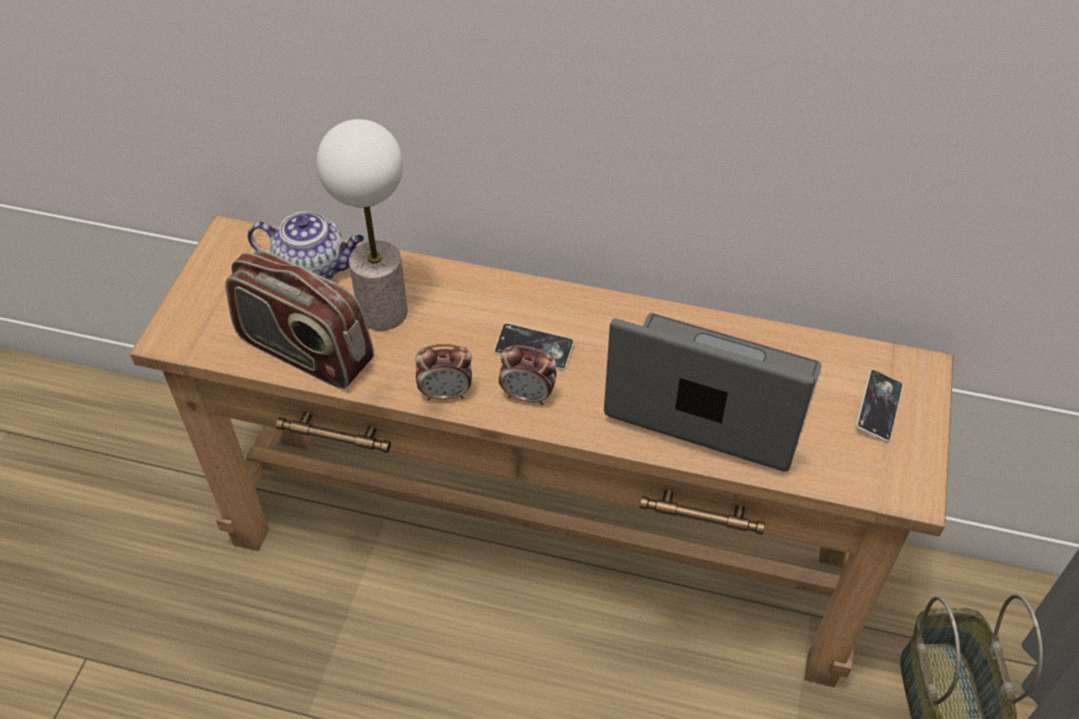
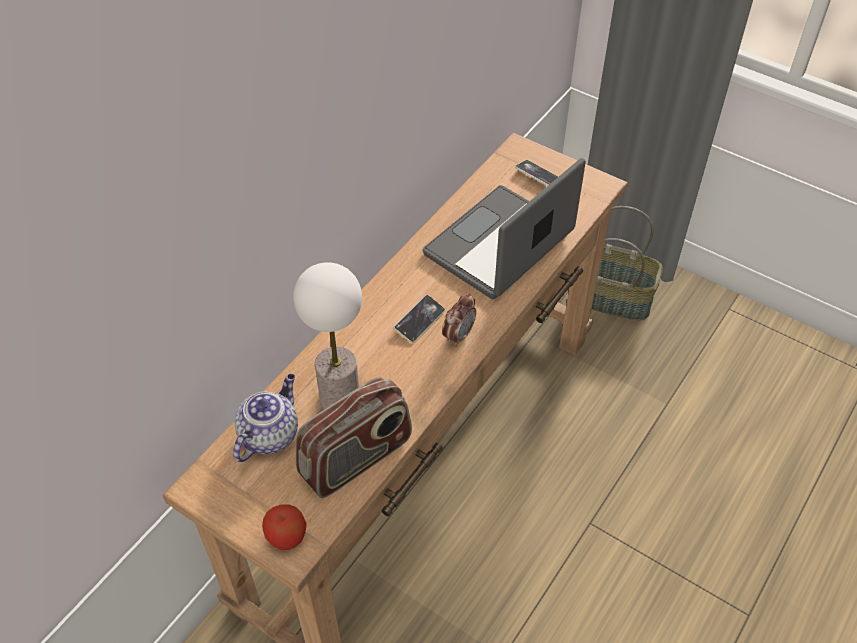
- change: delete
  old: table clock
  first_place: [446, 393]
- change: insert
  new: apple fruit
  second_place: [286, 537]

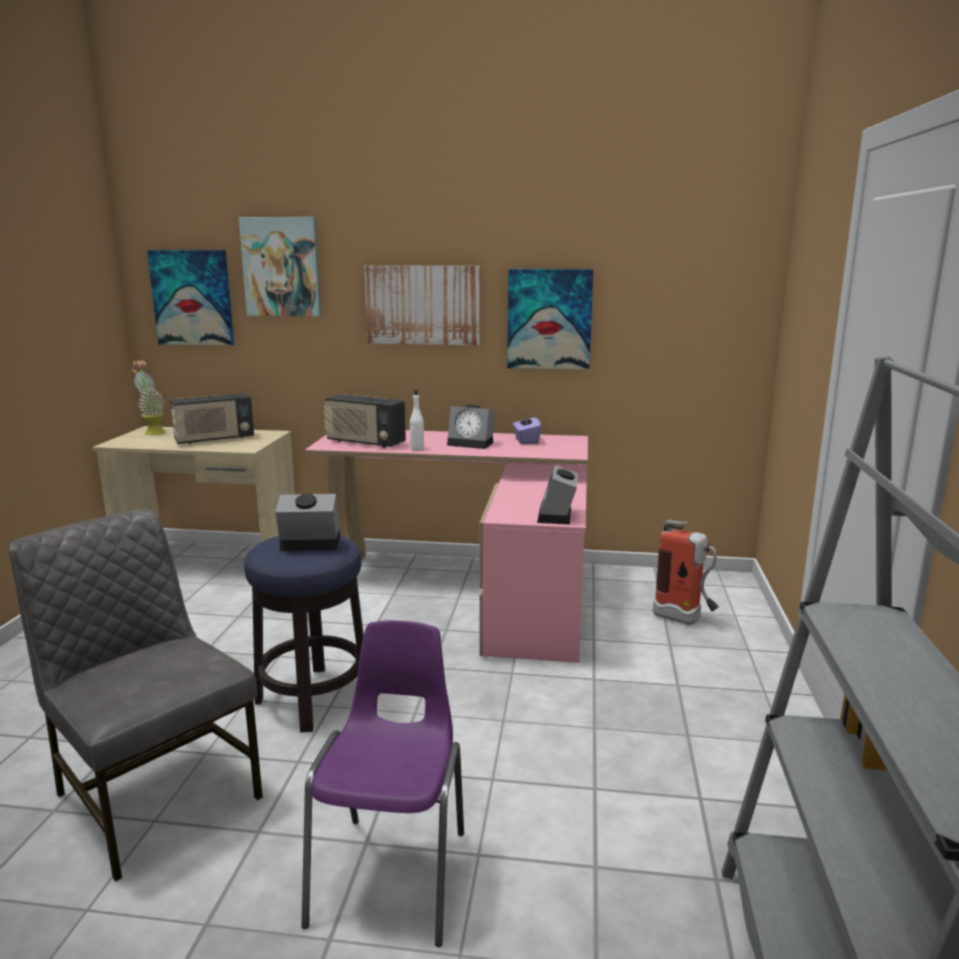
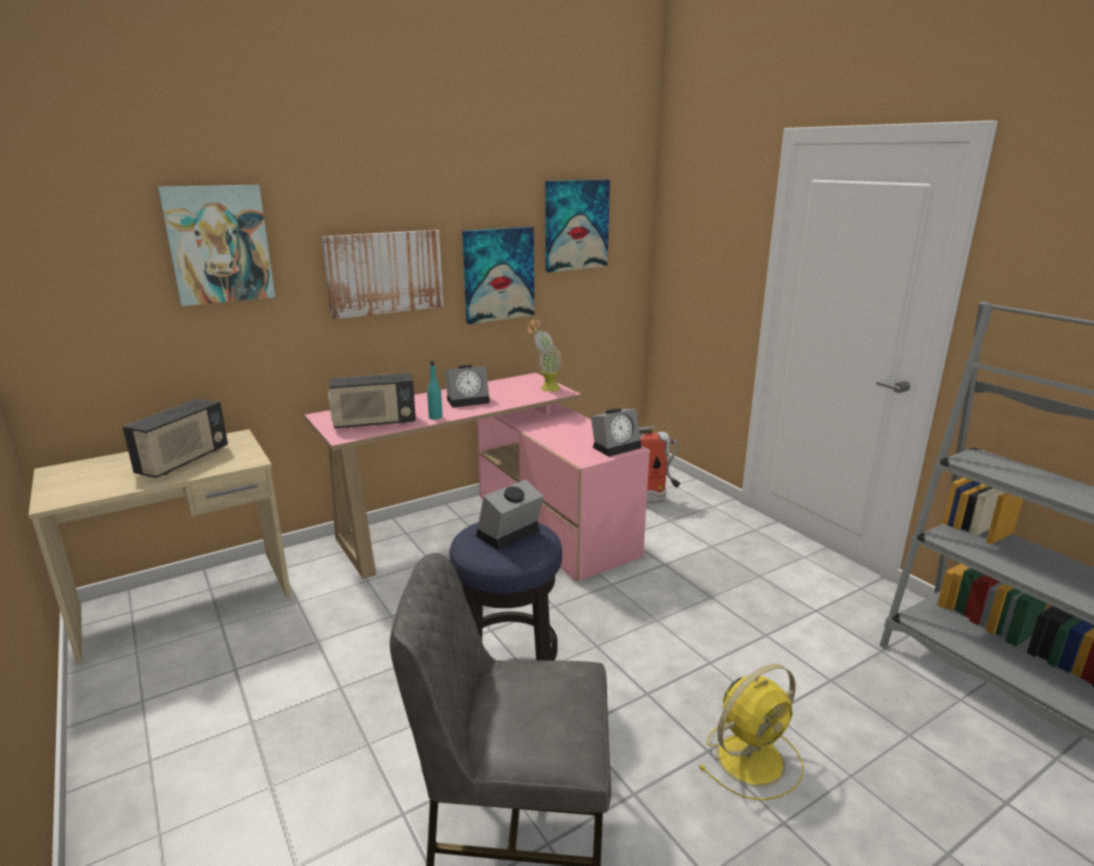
- change: delete
  old: box of tissues/purplish
  first_place: [526, 440]
- change: move
  old: houseplant
  first_place: [152, 432]
  second_place: [545, 388]
- change: move
  old: wall art
  first_place: [192, 298]
  second_place: [576, 225]
- change: replace
  old: upright chair/purplish
  new: fan/yellowish
  first_place: [393, 874]
  second_place: [752, 758]
- change: recolor
  old: beverage bottle/white-coloured
  new: beverage bottle/blue-green
  first_place: [417, 448]
  second_place: [435, 417]
- change: rotate
  old: table clock
  first_place: [557, 516]
  second_place: [616, 446]
  degrees: -90

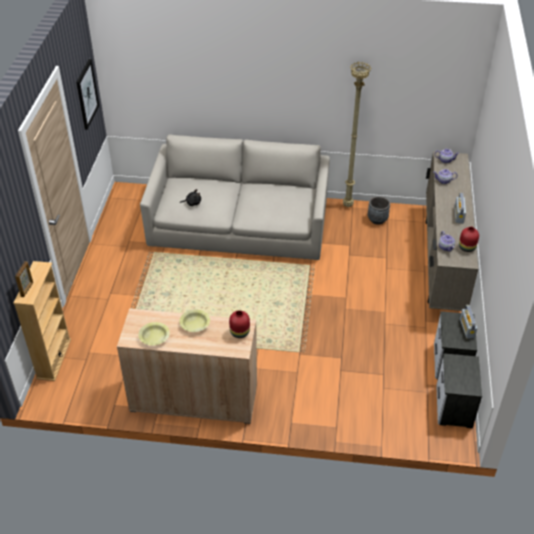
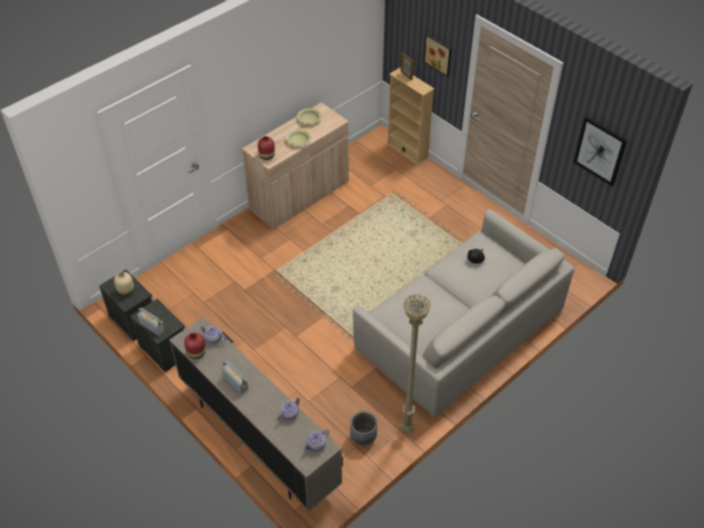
- change: insert
  new: vase/beige-coloured
  second_place: [126, 290]
- change: insert
  new: wall art
  second_place: [438, 54]

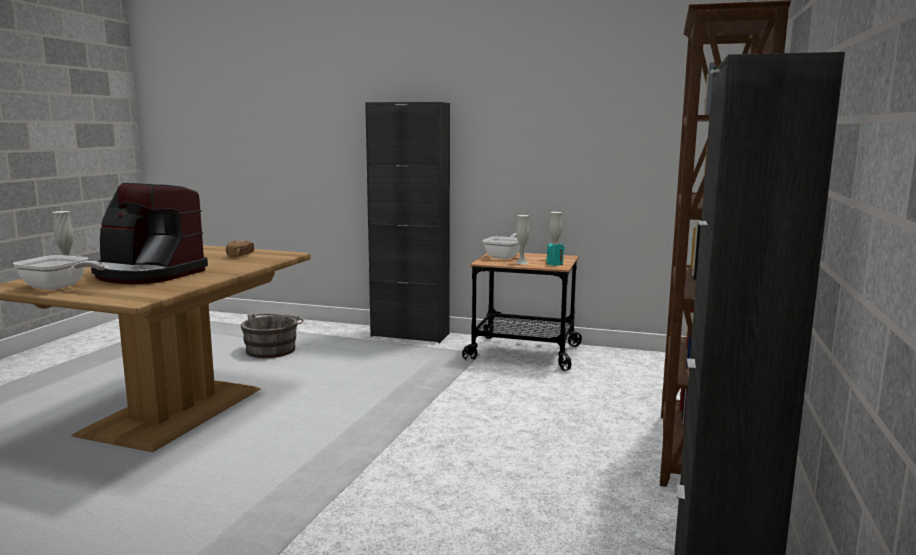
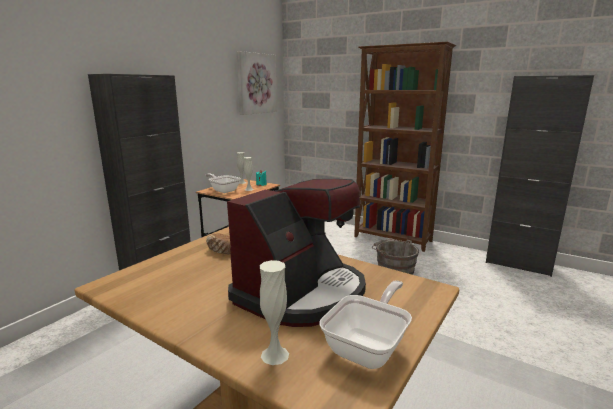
- change: insert
  new: wall art
  second_place: [256, 83]
- change: move
  old: water bucket/greyish
  first_place: [273, 350]
  second_place: [393, 268]

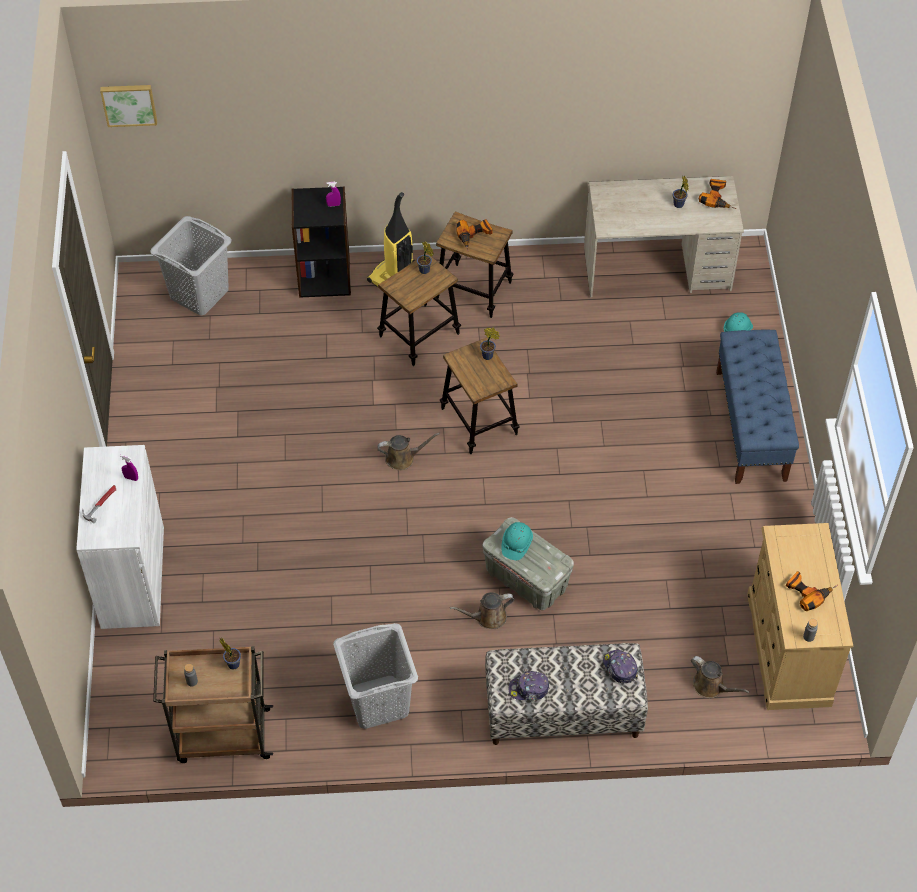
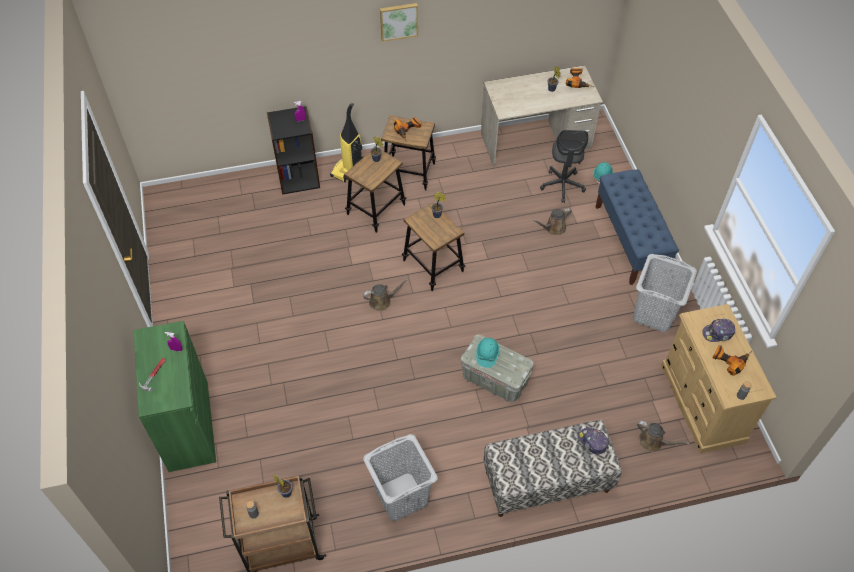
- change: insert
  new: desk chair/greyish
  second_place: [562, 185]
- change: move
  old: wall art
  first_place: [129, 104]
  second_place: [398, 21]
- change: move
  old: laundry basket/greyish
  first_place: [200, 294]
  second_place: [654, 313]
- change: move
  old: watering can/brown
  first_place: [488, 617]
  second_place: [553, 228]
- change: move
  old: cap
  first_place: [529, 689]
  second_place: [718, 333]
- change: recolor
  old: cabinet/white-coloured
  new: cabinet/greenish
  first_place: [132, 577]
  second_place: [188, 425]

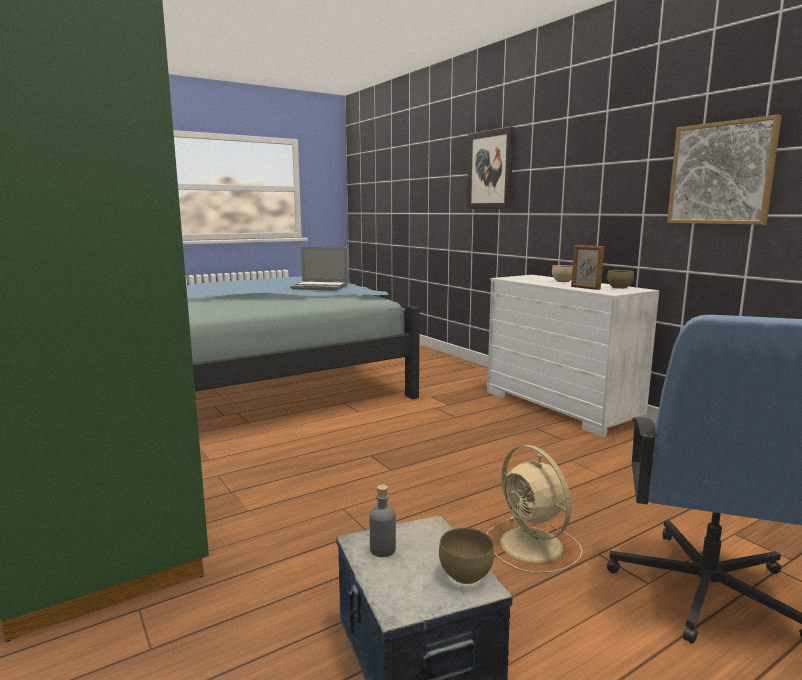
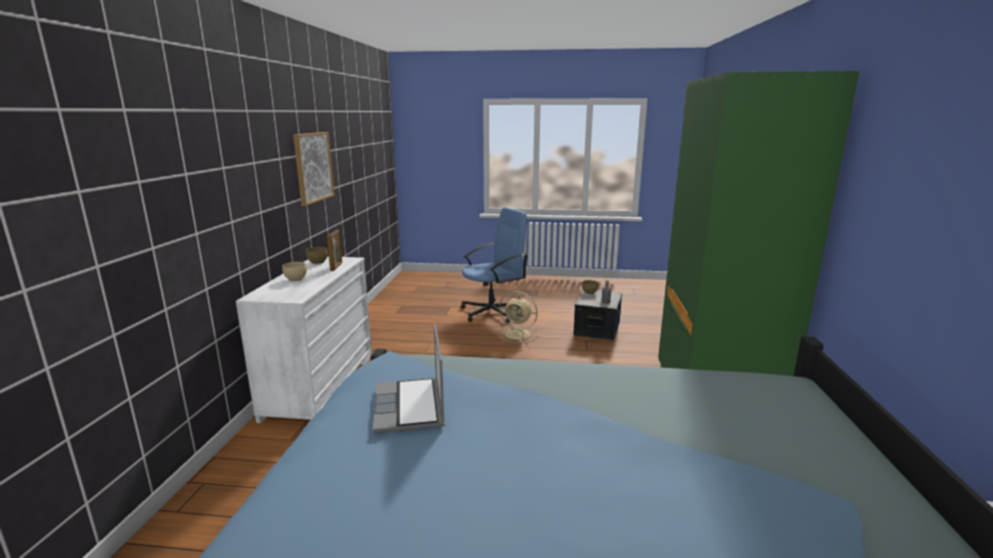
- change: delete
  old: wall art
  first_place: [490, 170]
- change: rotate
  old: notebook computer
  first_place: [320, 287]
  second_place: [410, 407]
  degrees: -150
- change: rotate
  old: fan/beige-coloured
  first_place: [533, 546]
  second_place: [519, 334]
  degrees: 105

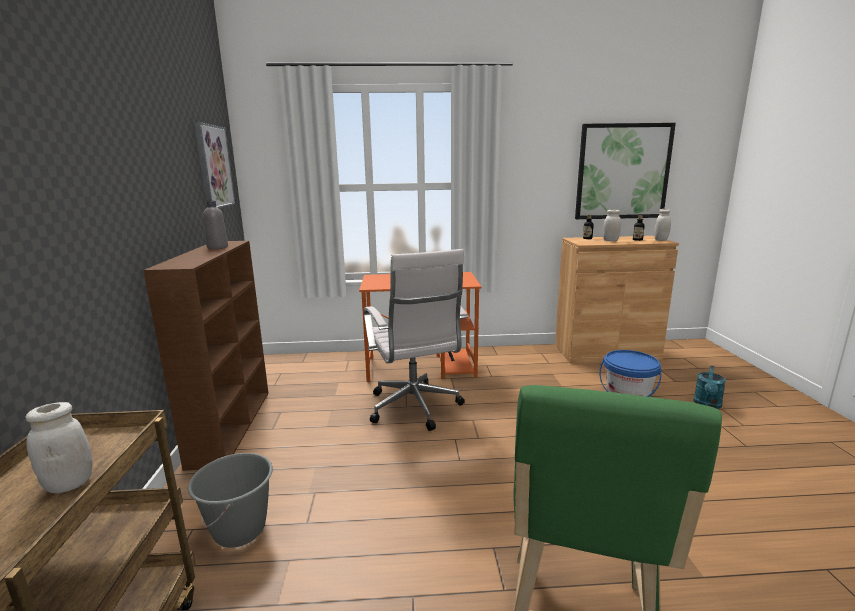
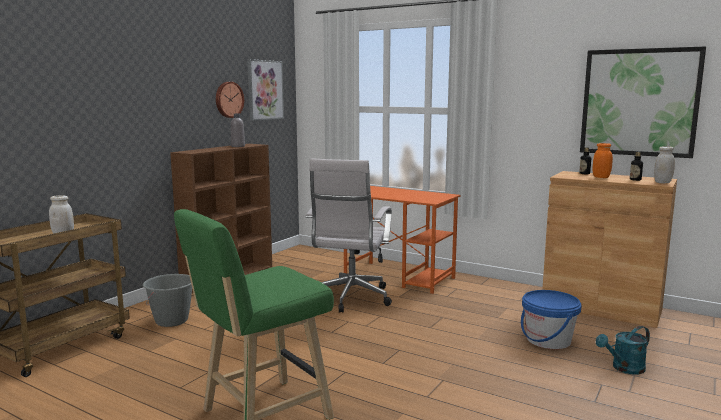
- change: insert
  new: wall clock
  second_place: [228, 99]
- change: recolor
  old: preserve jar/white-coloured
  new: preserve jar/orange
  first_place: [610, 240]
  second_place: [601, 177]

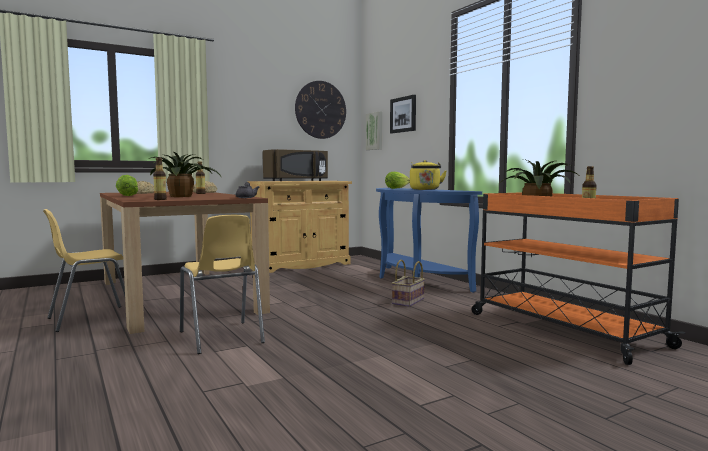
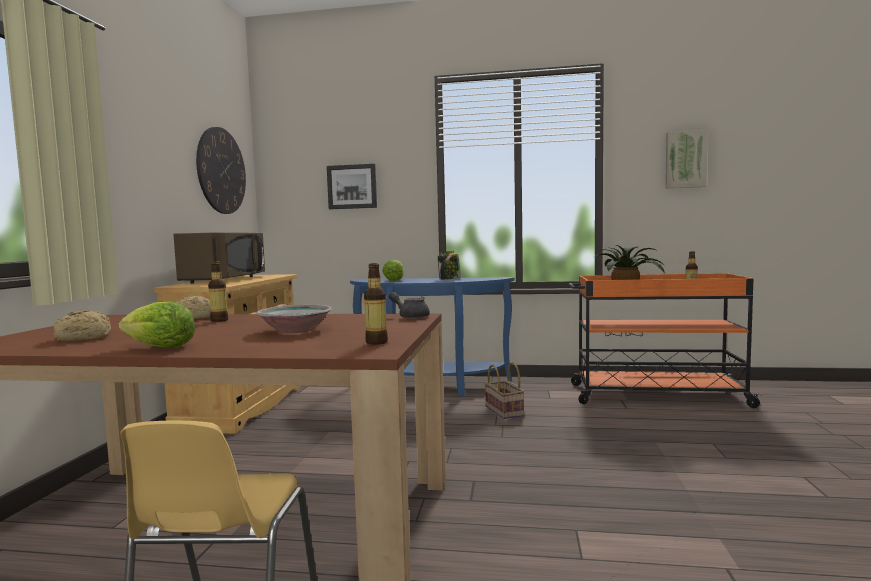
- change: delete
  old: upright chair/yellowish
  first_place: [221, 337]
- change: move
  old: wall art
  first_place: [375, 131]
  second_place: [685, 159]
- change: replace
  old: houseplant
  new: bowl
  first_place: [183, 196]
  second_place: [295, 330]
- change: replace
  old: tea kettle/yellowish
  new: preserve jar
  first_place: [425, 189]
  second_place: [449, 279]

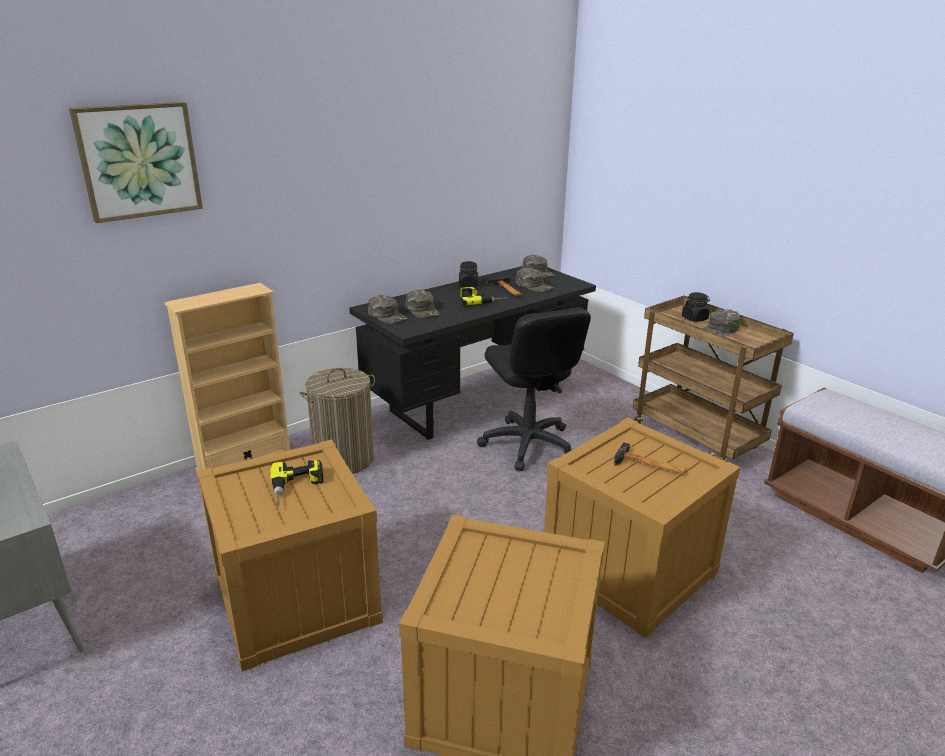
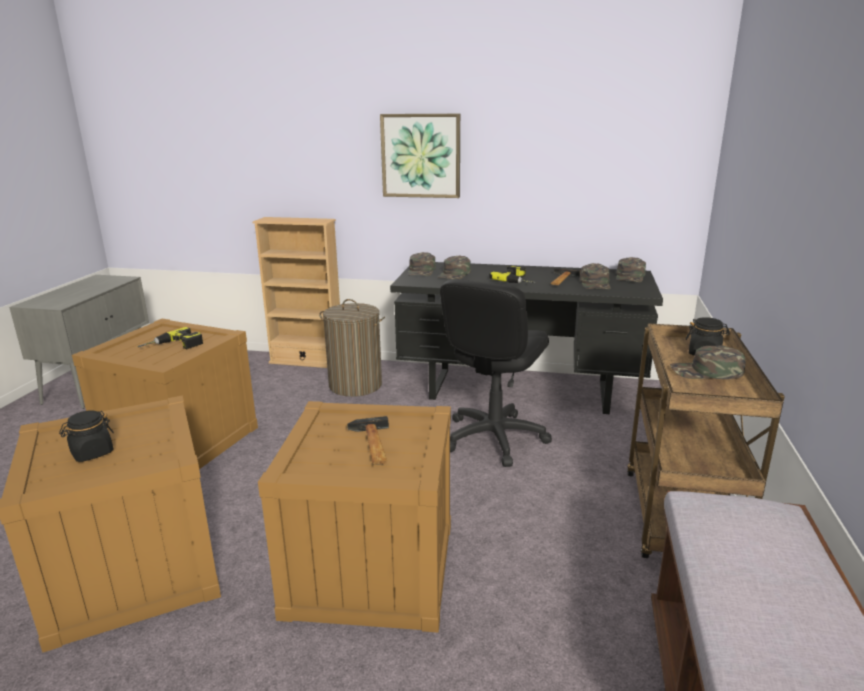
- change: move
  old: wall art
  first_place: [139, 161]
  second_place: [421, 156]
- change: move
  old: preserve jar/blackish
  first_place: [468, 285]
  second_place: [92, 453]

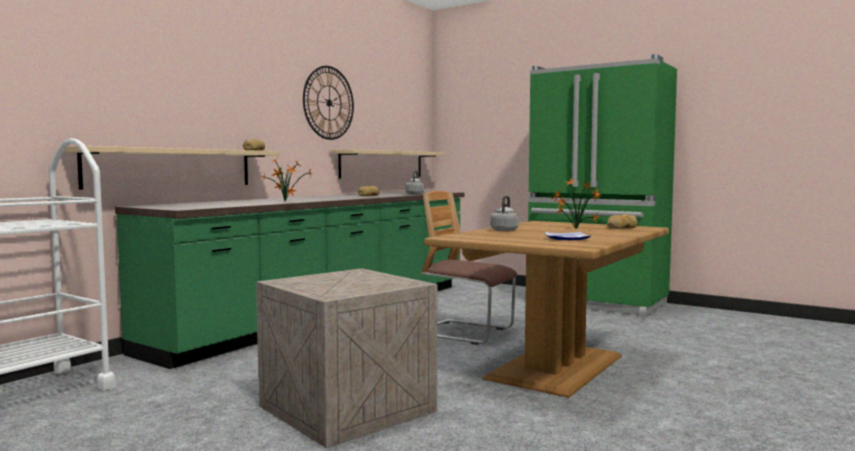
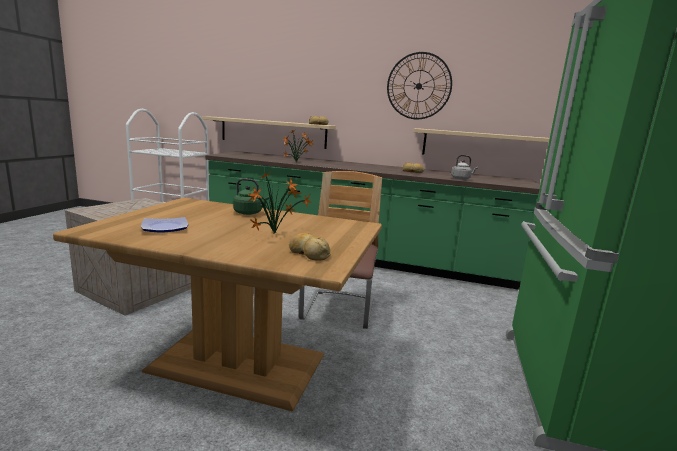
- change: recolor
  old: tea kettle/greyish
  new: tea kettle/greenish
  first_place: [505, 230]
  second_place: [249, 213]

